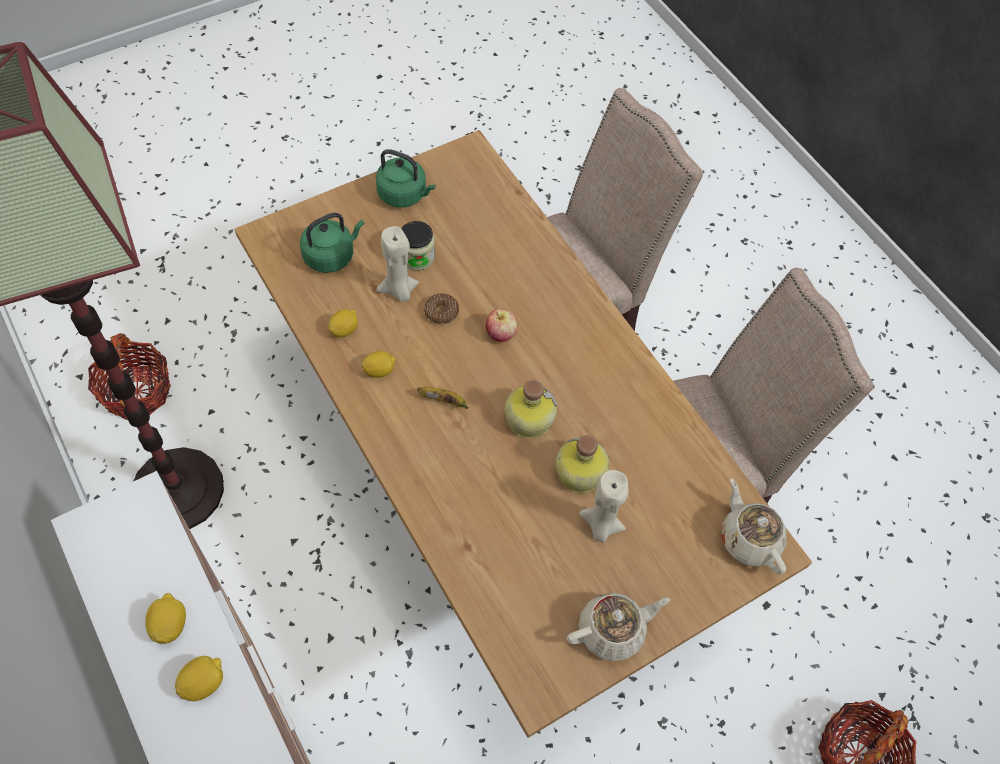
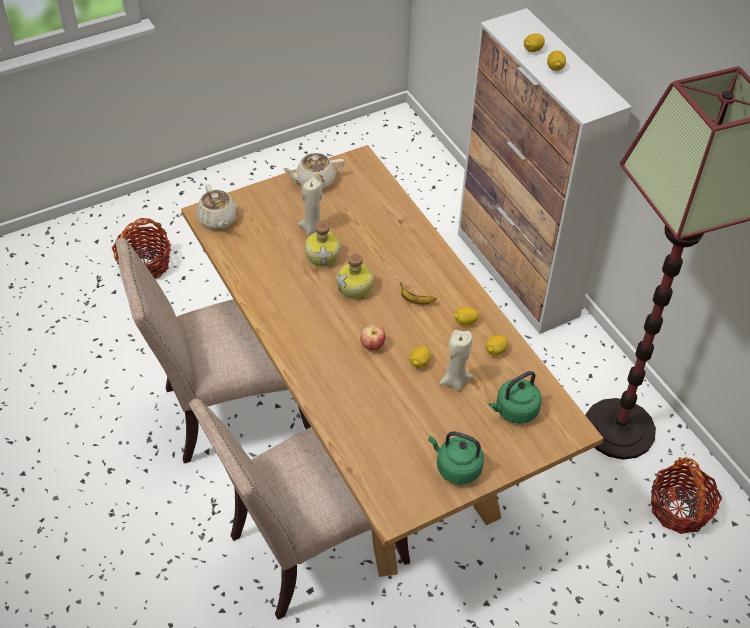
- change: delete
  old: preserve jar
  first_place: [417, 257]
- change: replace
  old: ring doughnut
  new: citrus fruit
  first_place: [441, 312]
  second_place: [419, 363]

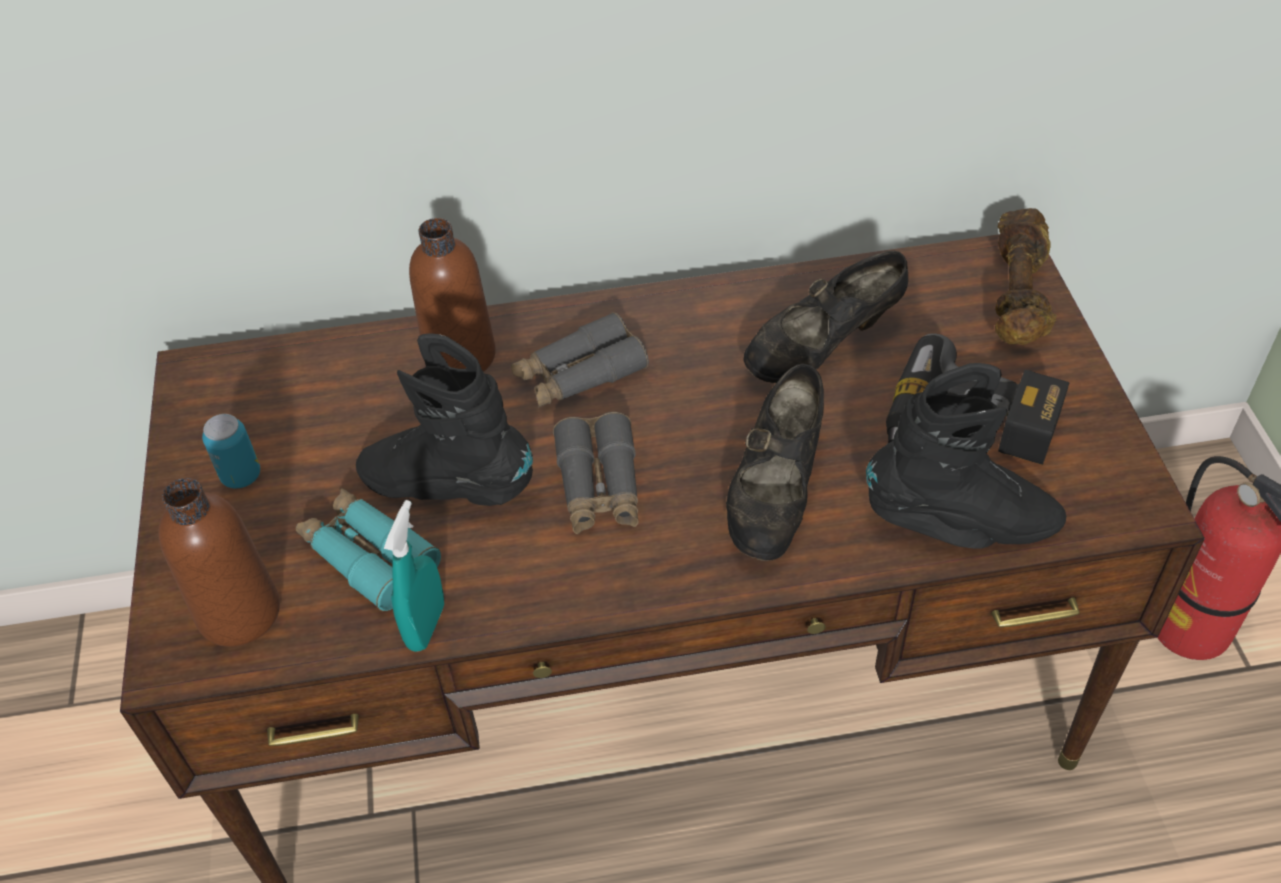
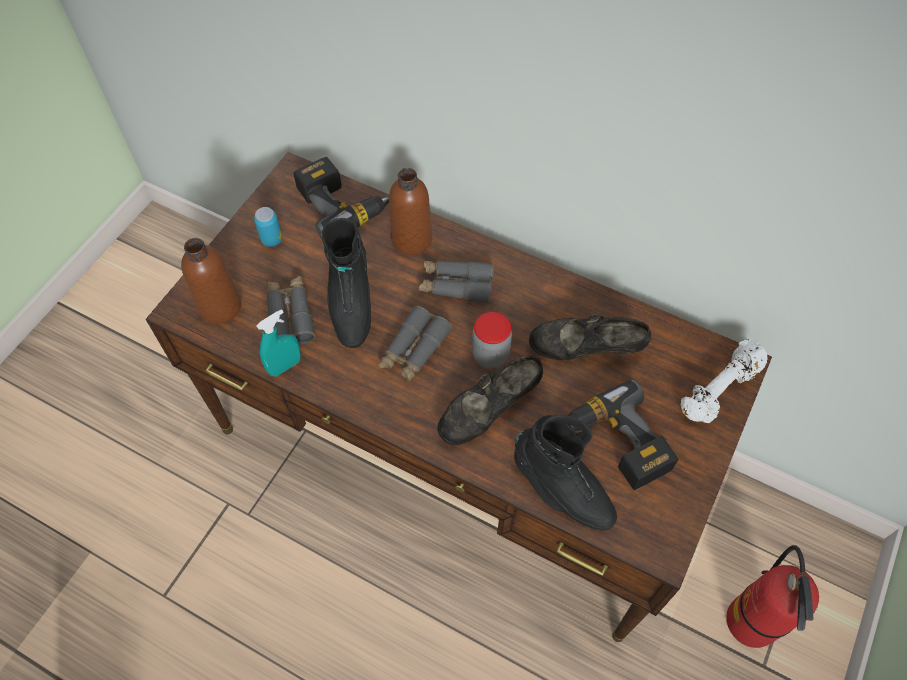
- change: insert
  new: electric drill
  second_place: [343, 204]
- change: insert
  new: preserve jar
  second_place: [490, 355]
- change: recolor
  old: pair of binoculars/blue-green
  new: pair of binoculars/greyish
  first_place: [368, 556]
  second_place: [290, 315]
- change: recolor
  old: dumbbell/brown
  new: dumbbell/white-coloured
  first_place: [1020, 296]
  second_place: [721, 390]
- change: rotate
  old: high-top boot/blackish
  first_place: [449, 486]
  second_place: [350, 304]
  degrees: -150

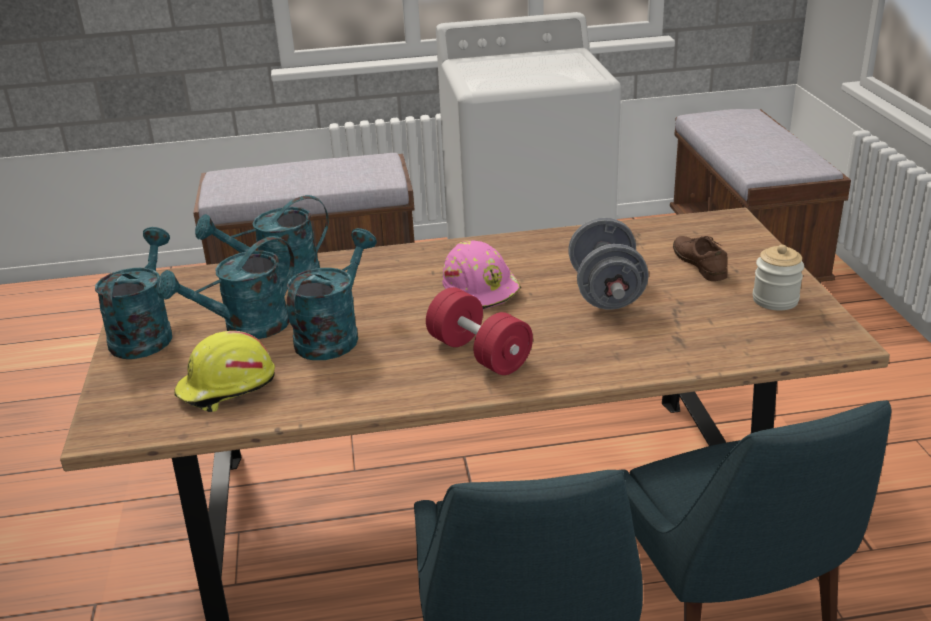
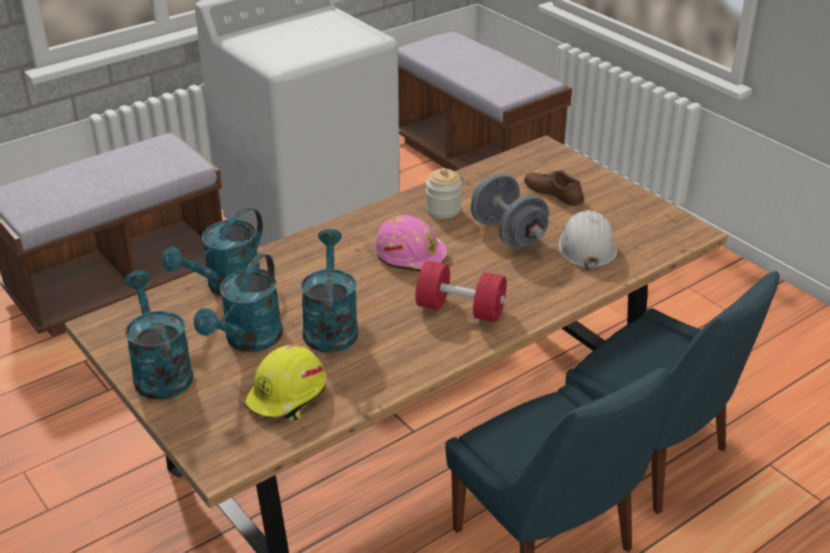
- change: insert
  new: work helmet/white-coloured
  second_place: [586, 247]
- change: move
  old: preserve jar
  first_place: [775, 300]
  second_place: [443, 210]

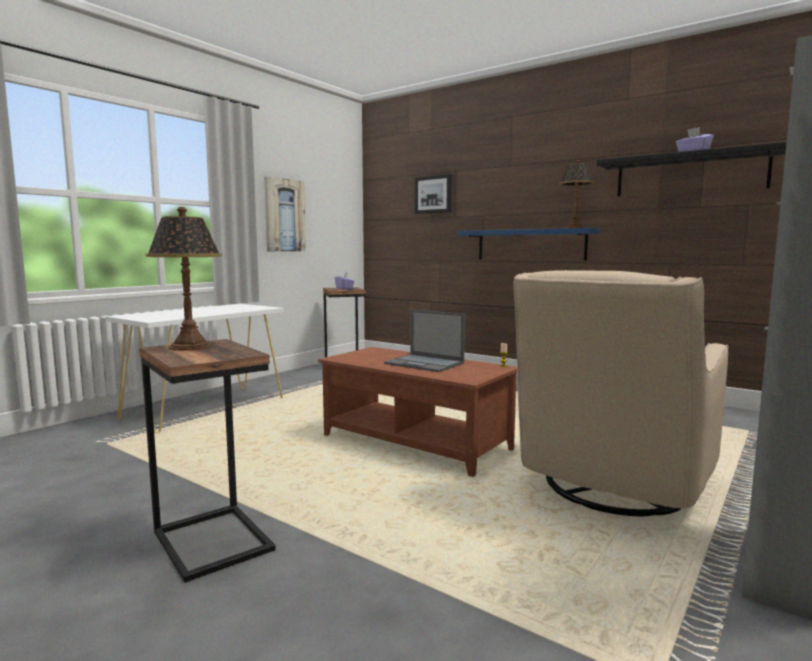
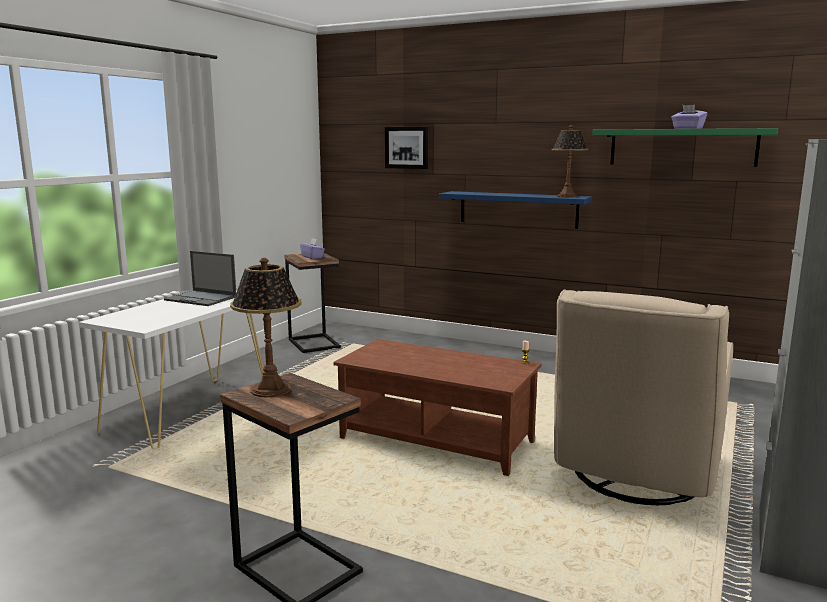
- change: delete
  old: wall art
  first_place: [284, 215]
- change: move
  old: notebook computer
  first_place: [425, 363]
  second_place: [201, 298]
- change: recolor
  old: bracket shelf/blackish
  new: bracket shelf/greenish
  first_place: [689, 174]
  second_place: [682, 147]

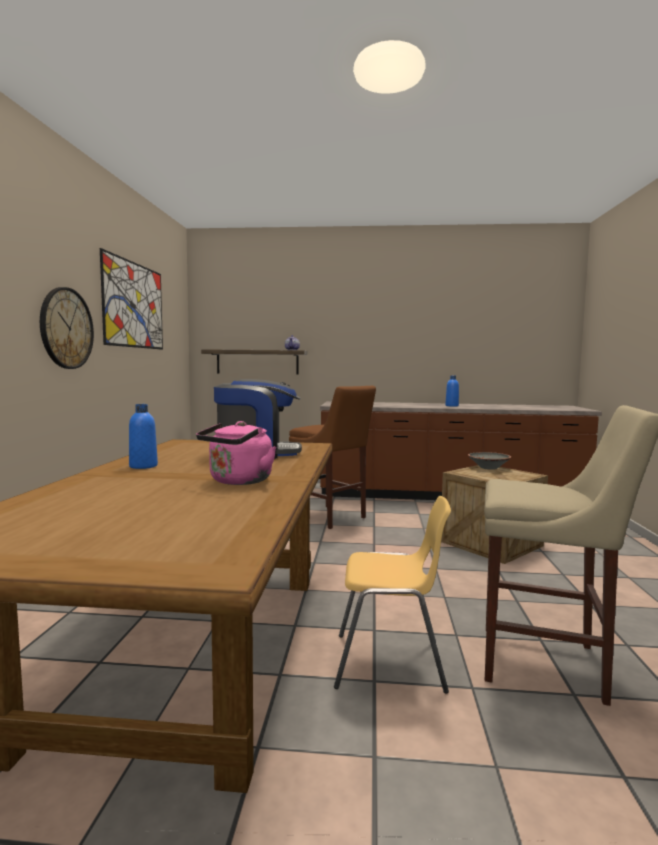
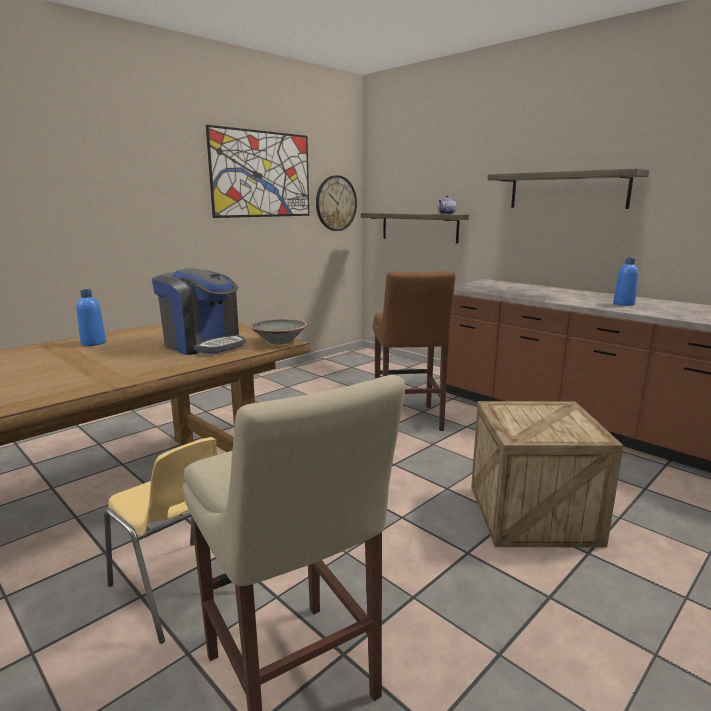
- change: delete
  old: tea kettle/pink
  first_place: [238, 481]
- change: insert
  new: bracket shelf
  second_place: [567, 190]
- change: move
  old: wall clock
  first_place: [66, 328]
  second_place: [336, 203]
- change: move
  old: bowl/greyish
  first_place: [488, 468]
  second_place: [279, 341]

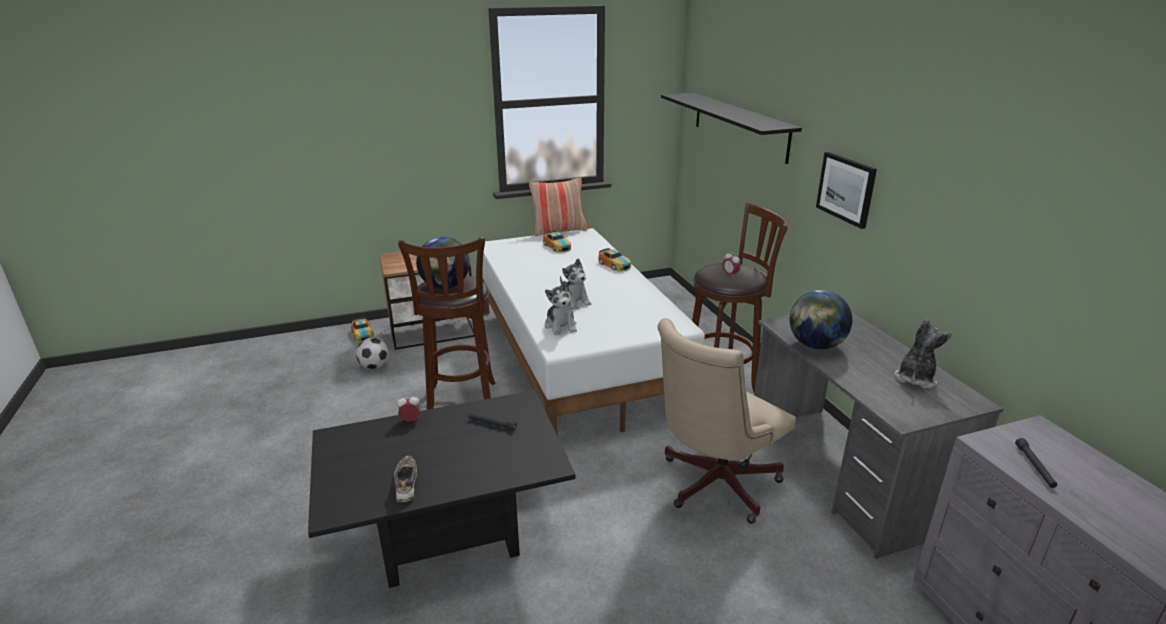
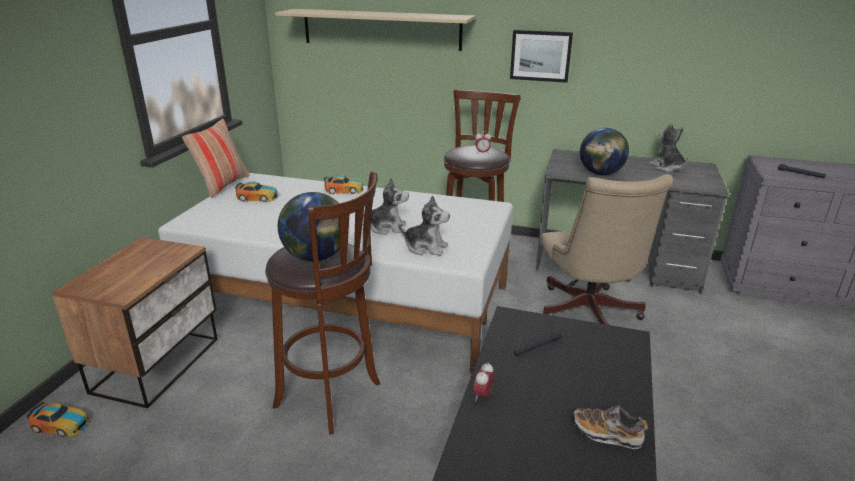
- change: delete
  old: football
  first_place: [374, 366]
- change: recolor
  old: bracket shelf/blackish
  new: bracket shelf/beige-coloured
  first_place: [739, 125]
  second_place: [381, 29]

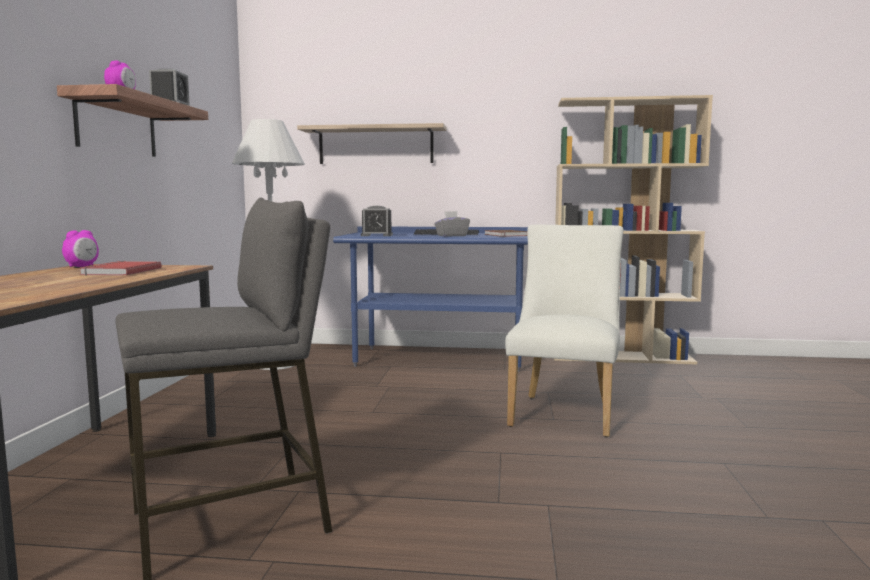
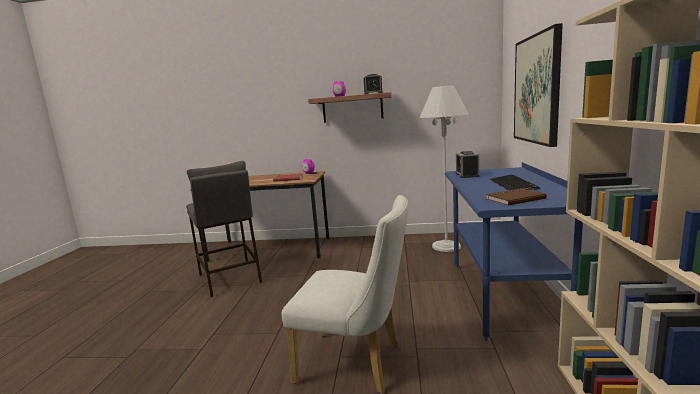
- change: delete
  old: box of tissues/greyish
  first_place: [451, 236]
- change: replace
  old: bracket shelf
  new: wall art
  first_place: [376, 145]
  second_place: [537, 89]

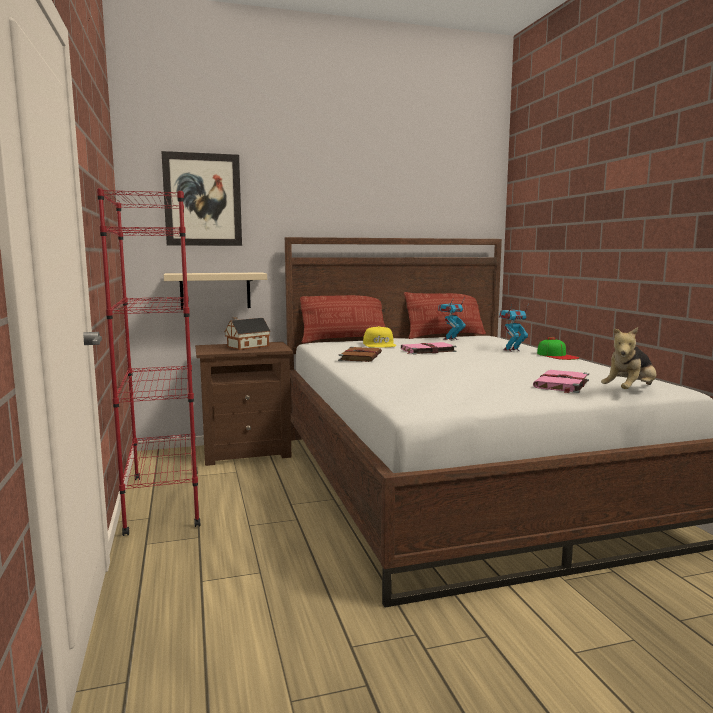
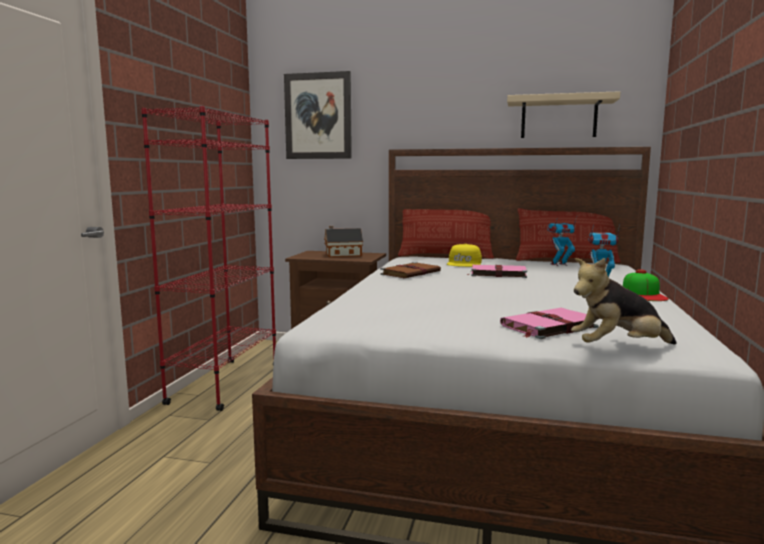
- change: move
  old: bracket shelf/beige-coloured
  first_place: [215, 290]
  second_place: [558, 118]

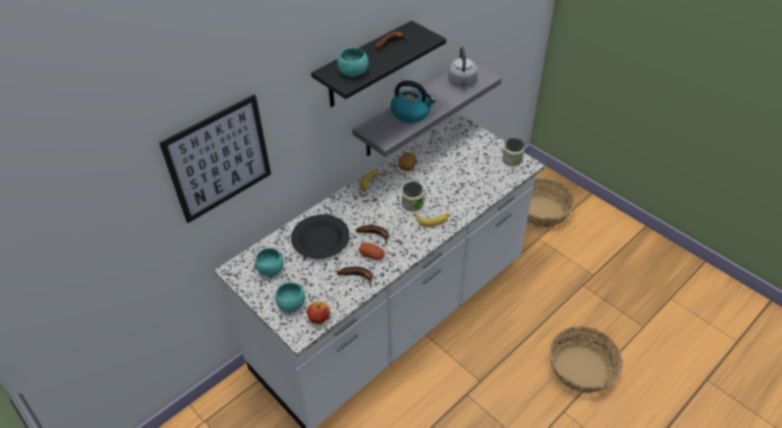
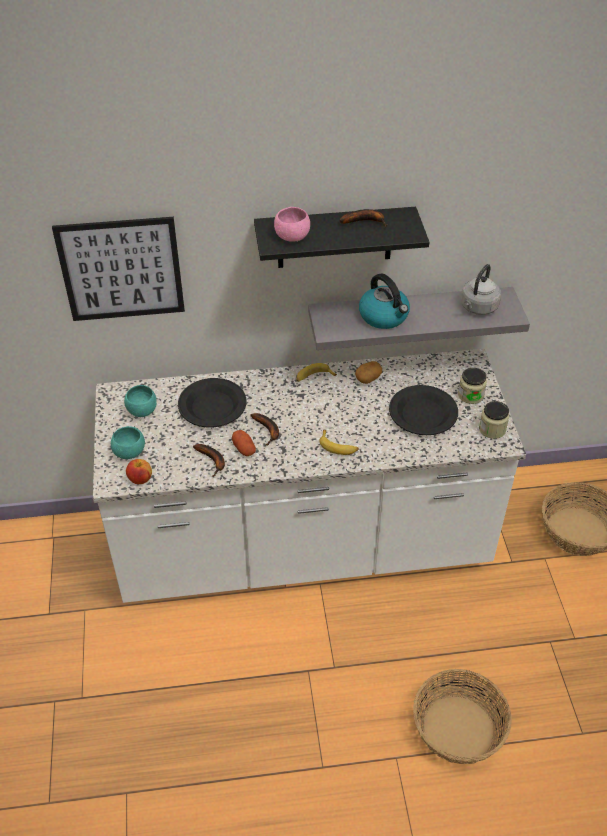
- change: insert
  new: dinner plate/blackish
  second_place: [422, 414]
- change: move
  old: preserve jar
  first_place: [412, 204]
  second_place: [470, 395]
- change: recolor
  old: bowl/blue-green
  new: bowl/pink
  first_place: [353, 72]
  second_place: [292, 236]

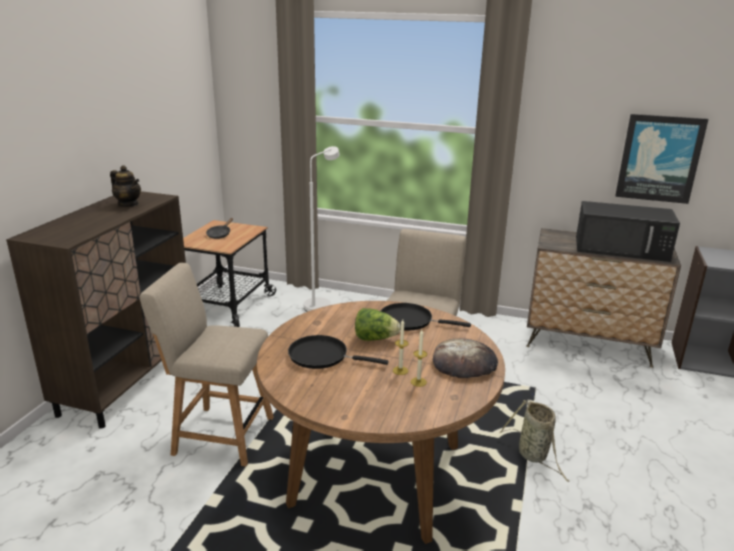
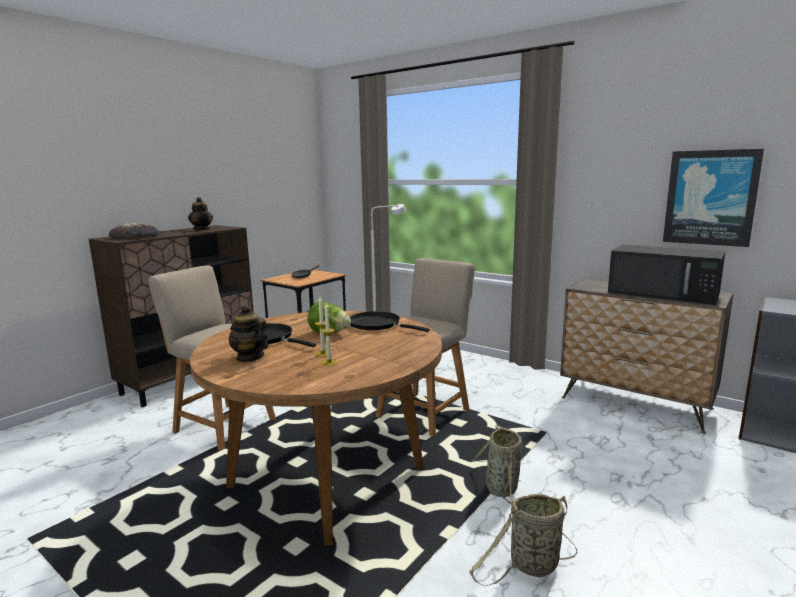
- change: insert
  new: pot for tea
  second_place: [250, 357]
- change: insert
  new: household basket
  second_place: [531, 566]
- change: move
  old: bread
  first_place: [464, 363]
  second_place: [135, 237]

